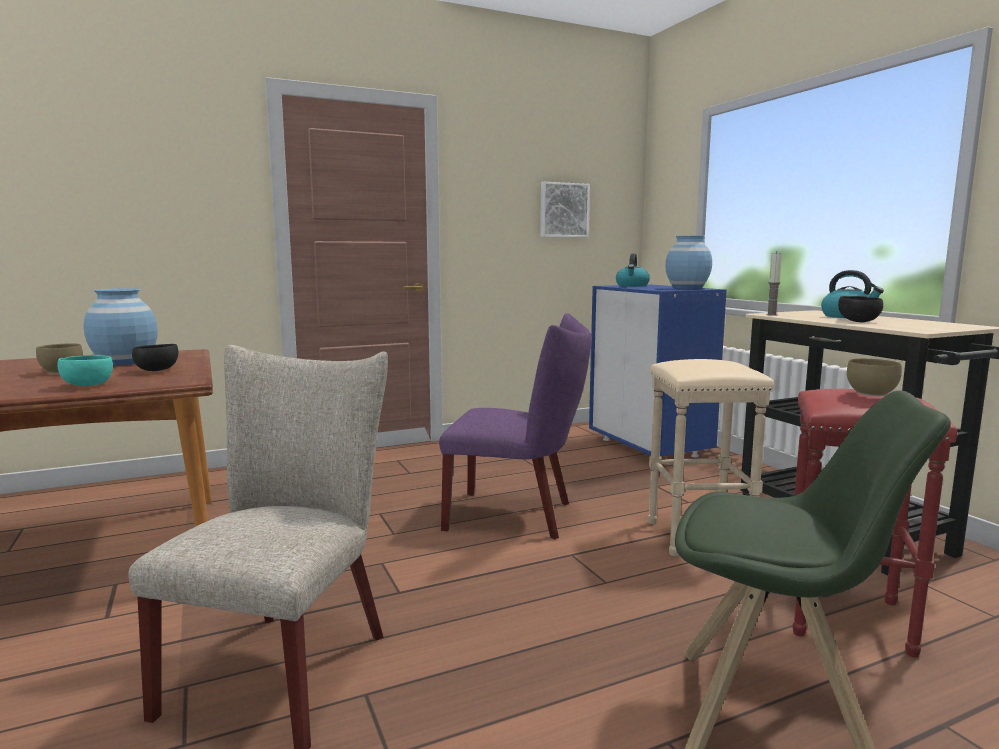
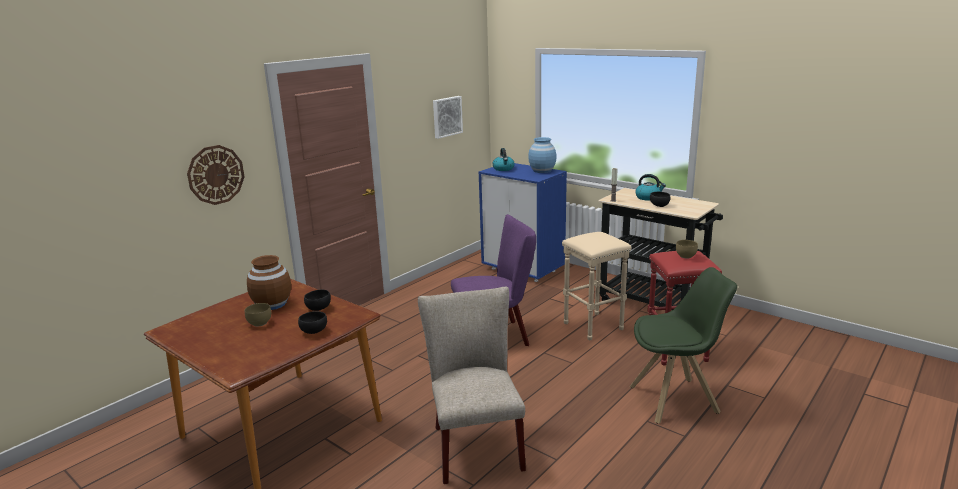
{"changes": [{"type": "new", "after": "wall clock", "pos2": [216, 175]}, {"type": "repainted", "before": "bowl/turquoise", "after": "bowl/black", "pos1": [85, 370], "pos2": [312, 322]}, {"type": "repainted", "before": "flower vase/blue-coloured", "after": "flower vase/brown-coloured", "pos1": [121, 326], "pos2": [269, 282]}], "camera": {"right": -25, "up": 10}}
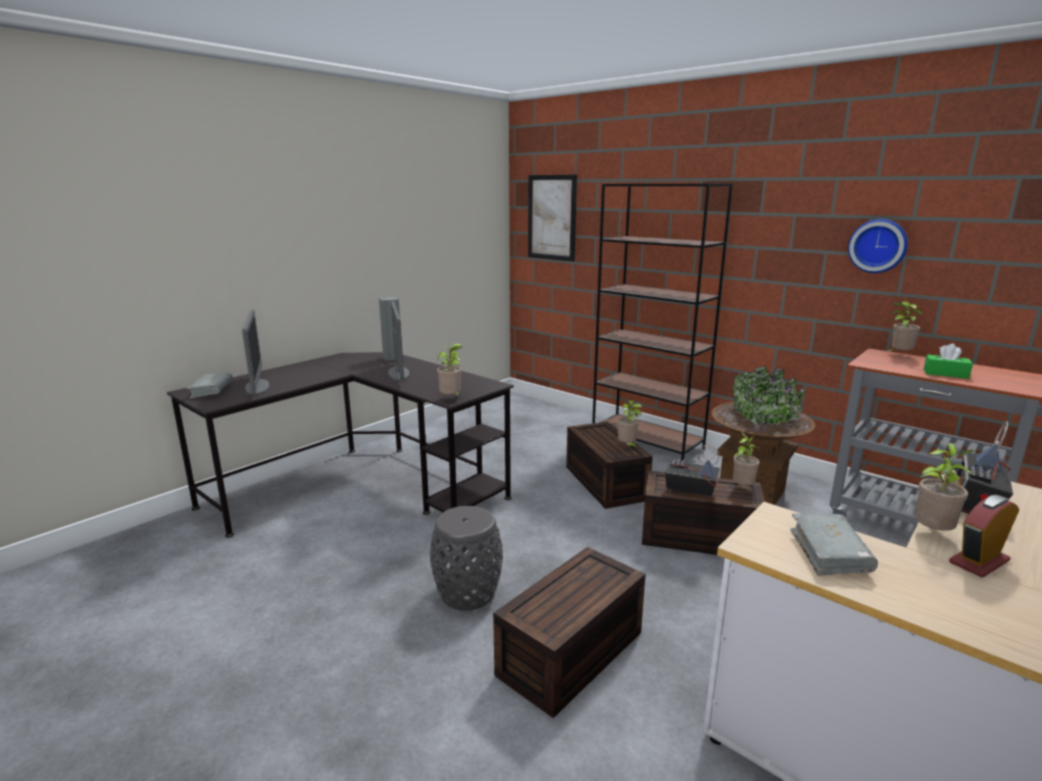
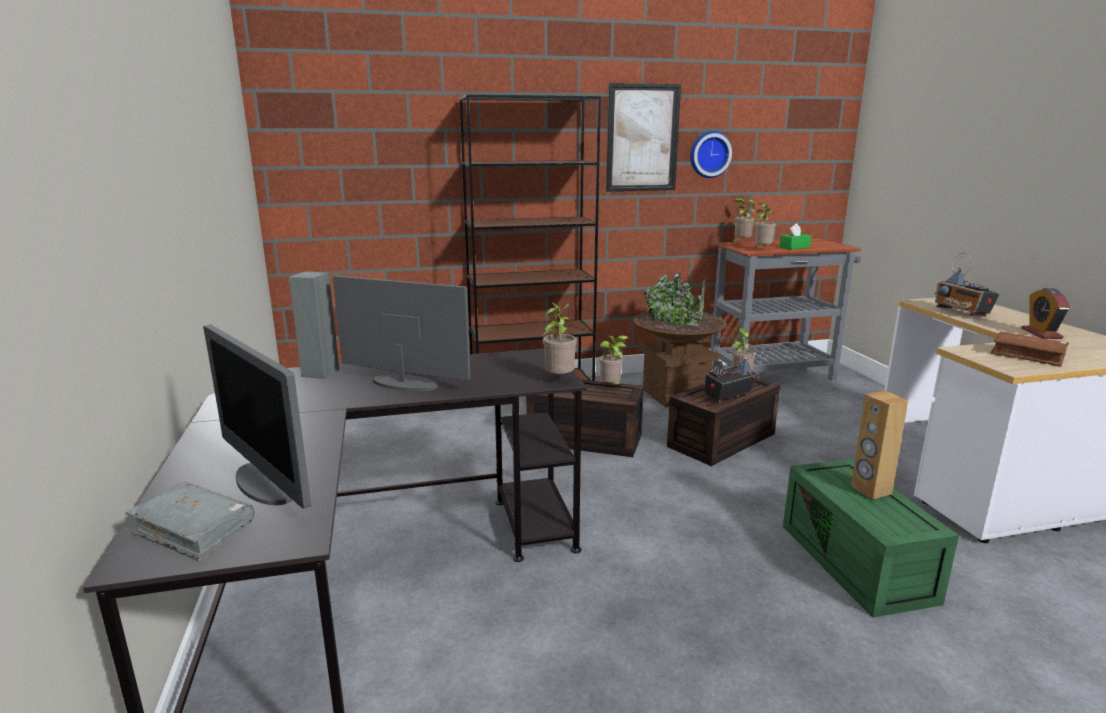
{"changes": [{"type": "gone", "before": "stool seat/greyish", "pos1": [466, 558]}, {"type": "new", "after": "speaker/brown-coloured", "pos2": [879, 445]}, {"type": "shifted", "before": "wall picture", "pos1": [552, 217], "pos2": [643, 137]}, {"type": "shifted", "before": "potted plant", "pos1": [944, 487], "pos2": [765, 225]}, {"type": "repainted", "before": "storage bin/brown-coloured", "after": "storage bin/green-coloured", "pos1": [569, 632], "pos2": [871, 538]}, {"type": "repainted", "before": "bound book/greyish", "after": "bound book/brown-coloured", "pos1": [834, 544], "pos2": [1029, 349]}, {"type": "rotated", "before": "computer screen", "pos1": [256, 352], "pos2": [257, 417], "turn": -150}], "camera": {"right": -55, "up": 0}}
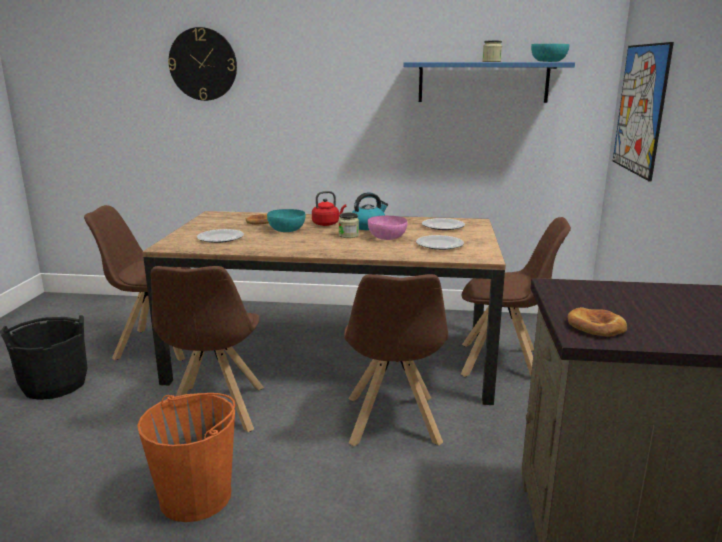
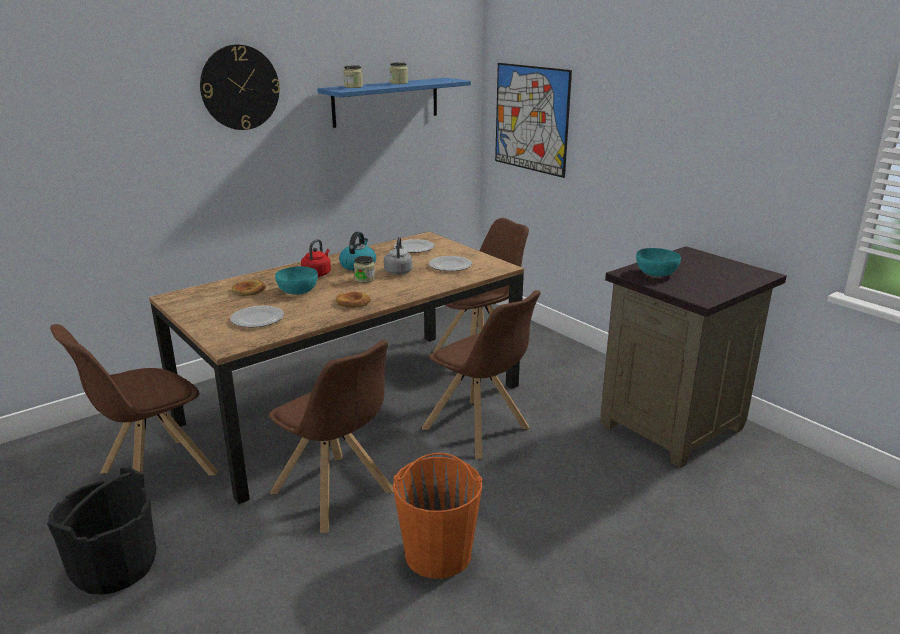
{"changes": [{"type": "new", "after": "preserve jar", "pos2": [353, 76]}, {"type": "shifted", "before": "wall clock", "pos1": [202, 64], "pos2": [240, 87]}, {"type": "shifted", "before": "bowl/turquoise", "pos1": [550, 53], "pos2": [658, 262]}, {"type": "shifted", "before": "baked bread", "pos1": [597, 321], "pos2": [353, 300]}, {"type": "swapped", "before": "bowl/pinkish", "after": "tea kettle/greyish", "pos1": [388, 228], "pos2": [398, 256]}], "camera": {"right": -45, "up": 5}}
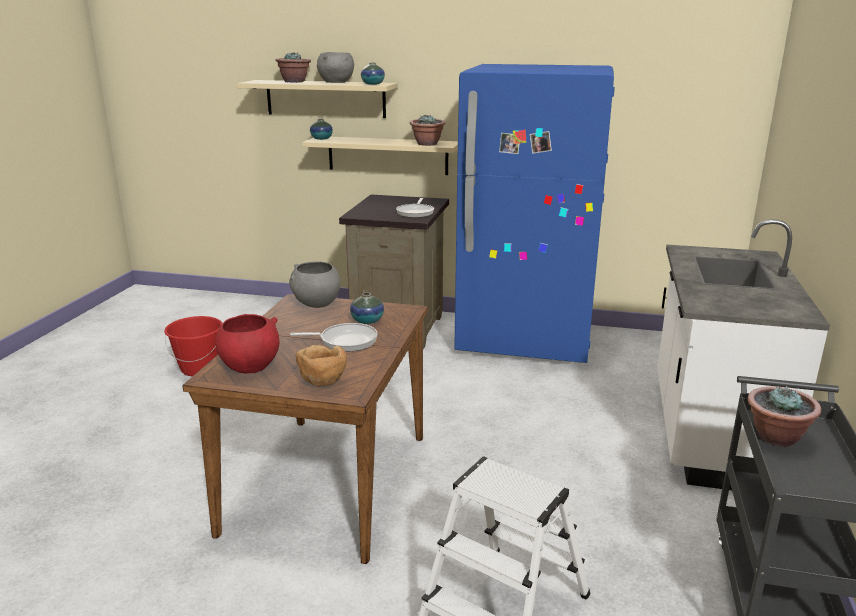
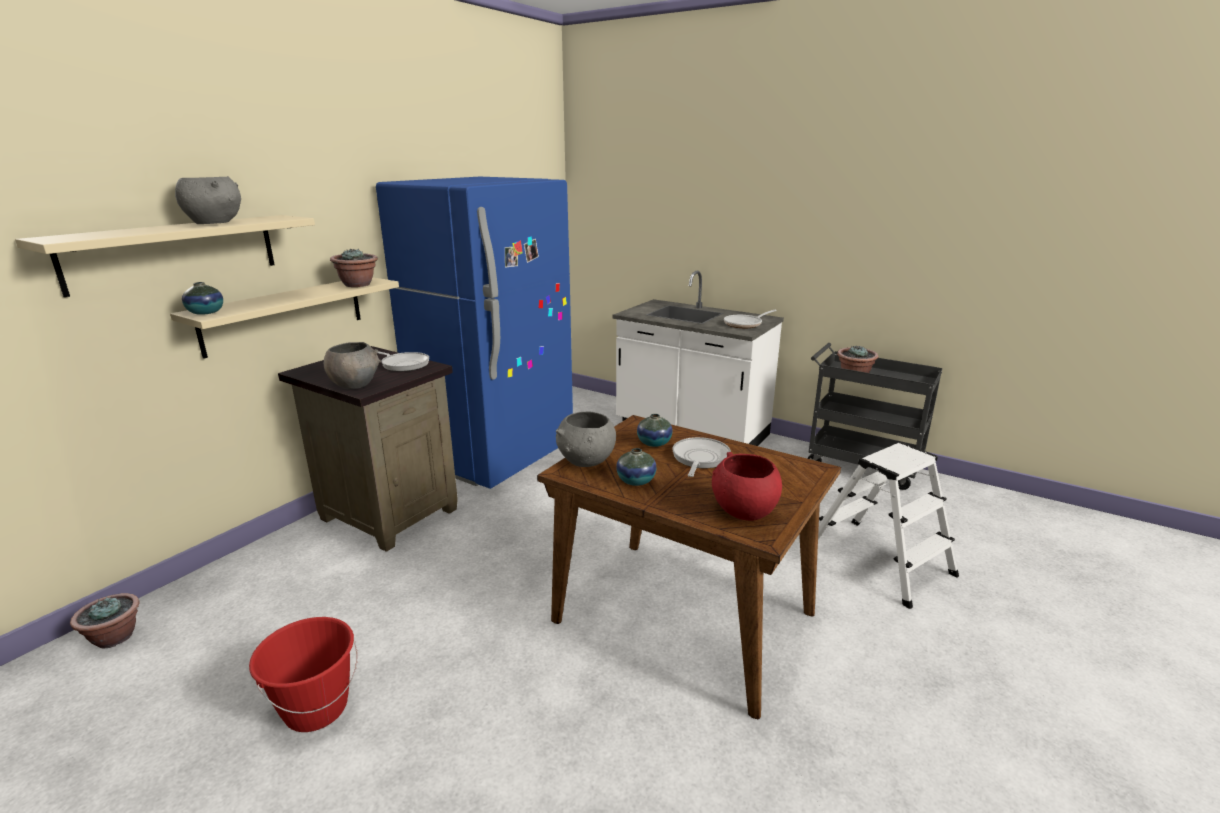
{"changes": [{"type": "gone", "before": "bowl/brown-coloured", "pos1": [321, 366]}, {"type": "new", "after": "bowl/greyish", "pos2": [352, 365]}, {"type": "new", "after": "skillet", "pos2": [750, 318]}, {"type": "shifted", "before": "potted plant", "pos1": [293, 67], "pos2": [105, 620]}, {"type": "shifted", "before": "flower vase", "pos1": [373, 74], "pos2": [636, 467]}], "camera": {"right": -70, "up": 0}}
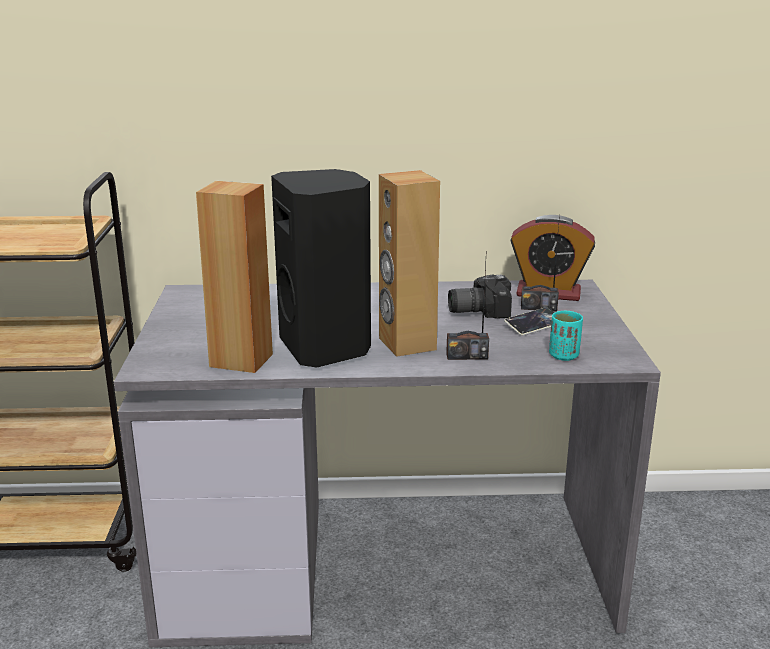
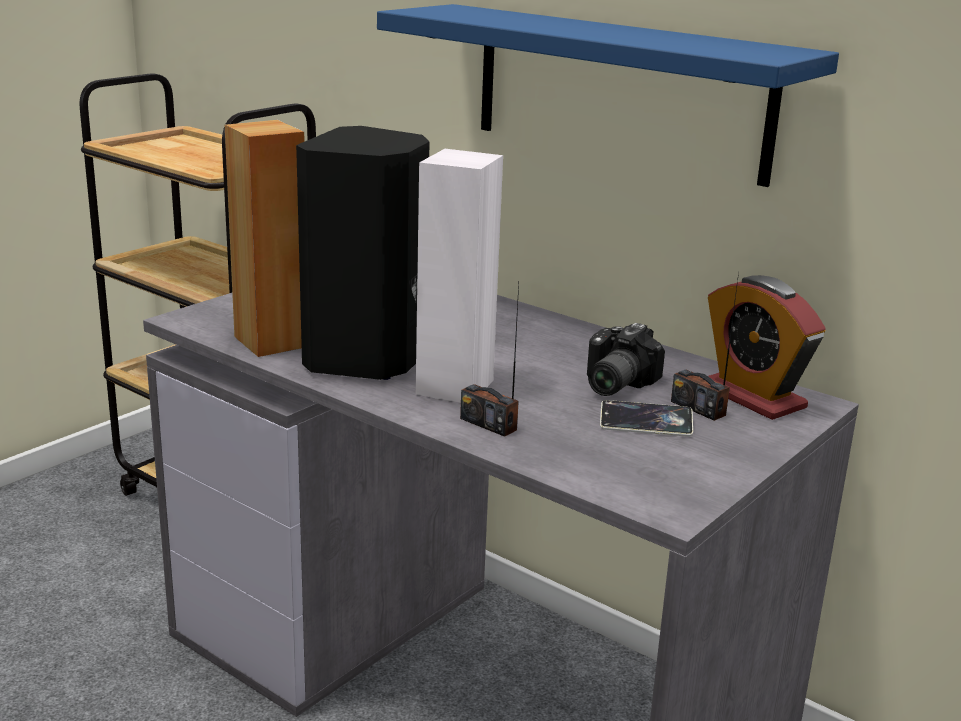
{"changes": [{"type": "gone", "before": "drinking cup/turquoise", "pos1": [566, 335]}, {"type": "new", "after": "shelf/blue-coloured", "pos2": [608, 95]}, {"type": "repainted", "before": "speaker/brown-coloured", "after": "speaker/white", "pos1": [409, 263], "pos2": [459, 276]}, {"type": "rotated", "before": "photo camera", "pos1": [480, 296], "pos2": [626, 359], "turn": -90}], "camera": {"right": 40, "up": 0}}
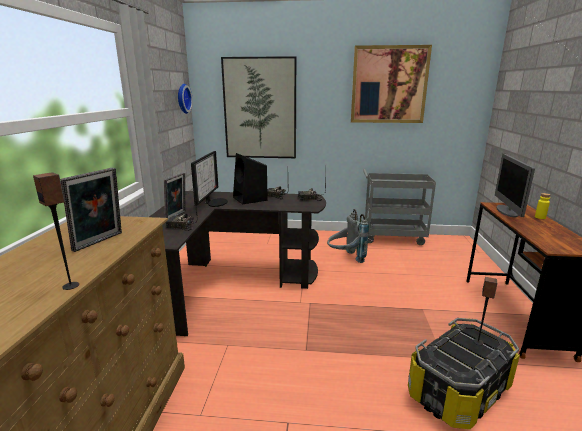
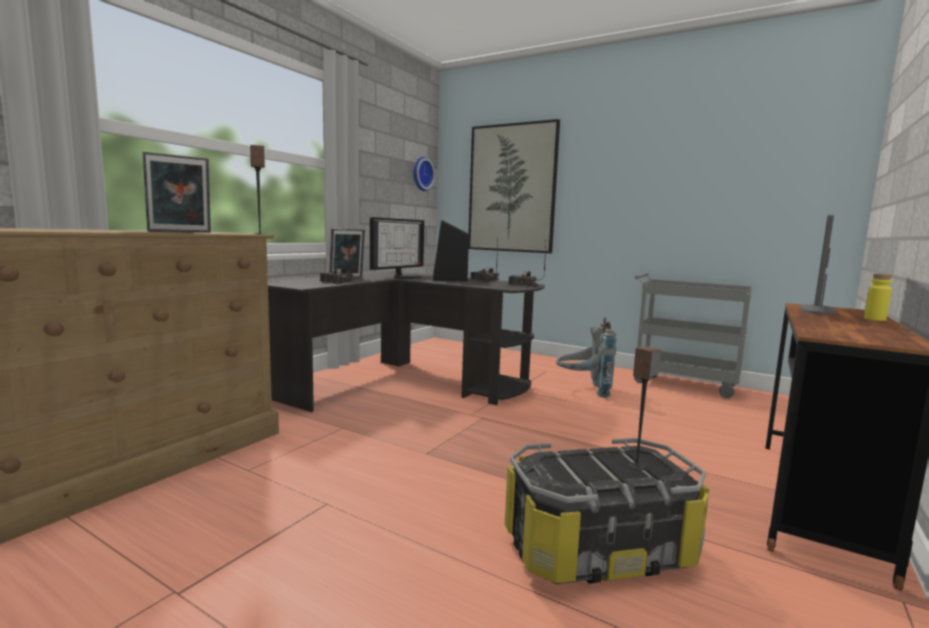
{"changes": [{"type": "gone", "before": "wall picture", "pos1": [391, 84]}, {"type": "shifted", "before": "speaker", "pos1": [56, 231], "pos2": [257, 189]}], "camera": {"right": 25, "up": -10}}
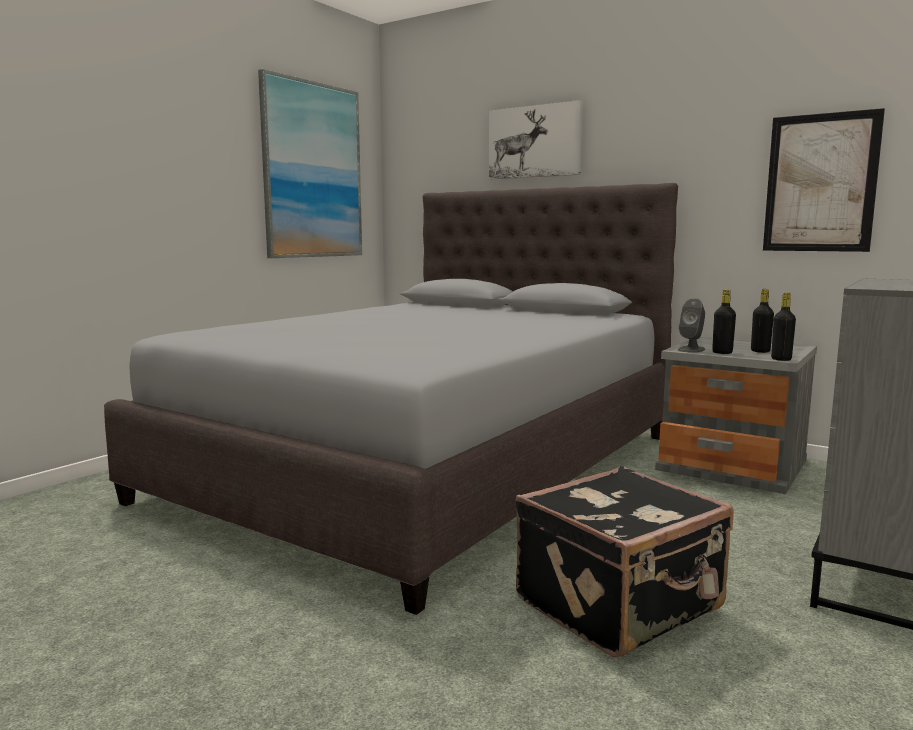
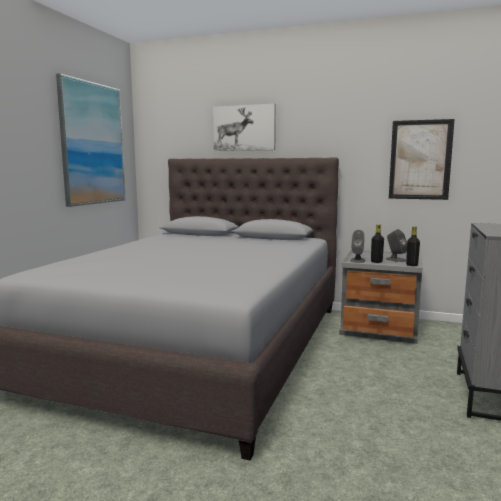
{"changes": [{"type": "gone", "before": "travel case/black", "pos1": [625, 561]}, {"type": "swapped", "before": "beverage bottle/black", "after": "speaker/greyish", "pos1": [762, 321], "pos2": [396, 245]}], "camera": {"right": -15, "up": 0}}
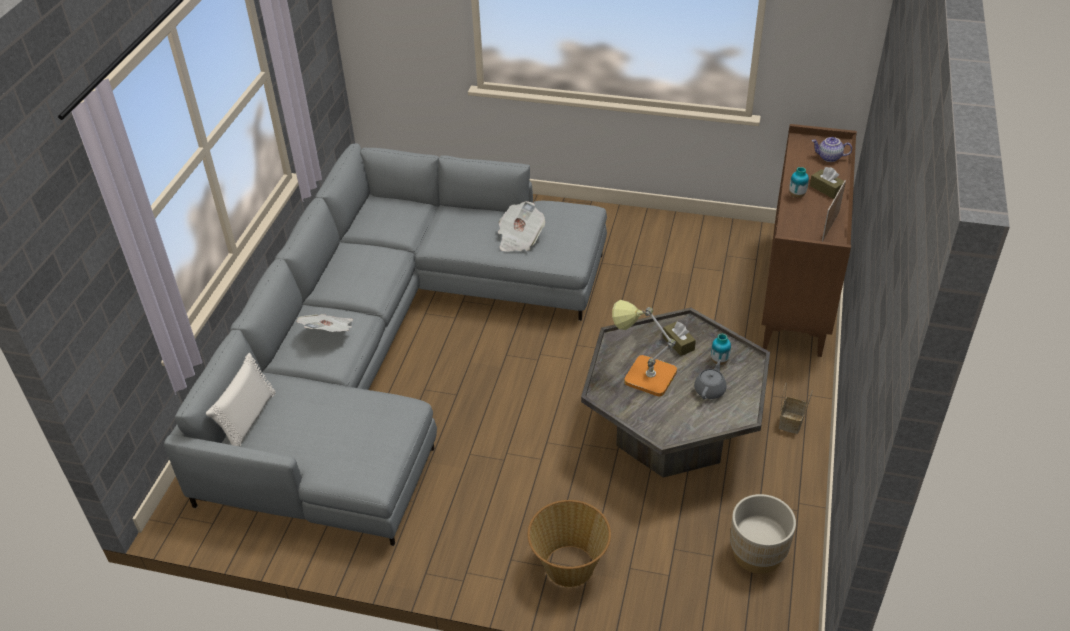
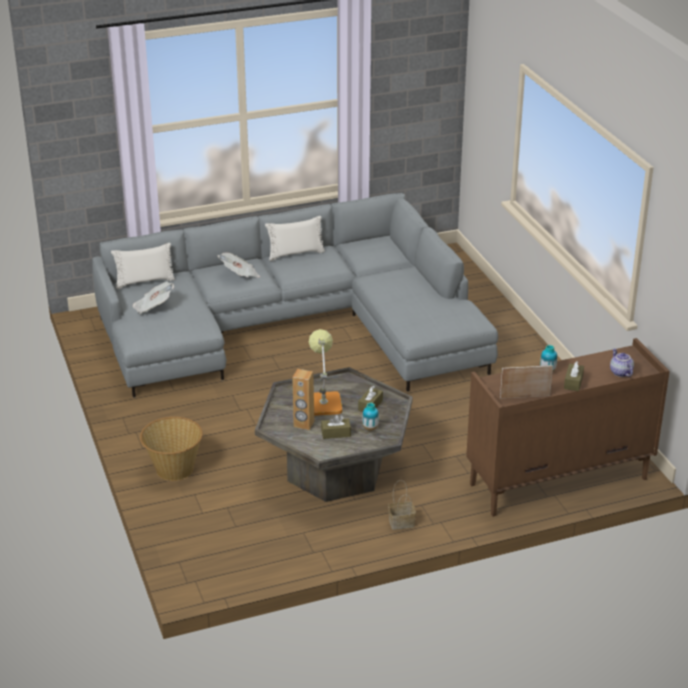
{"changes": [{"type": "gone", "before": "planter/beige", "pos1": [763, 534]}, {"type": "new", "after": "cushion/white", "pos2": [295, 238]}, {"type": "new", "after": "speaker/brown-coloured", "pos2": [303, 399]}, {"type": "shifted", "before": "newspaper", "pos1": [521, 226], "pos2": [153, 298]}, {"type": "swapped", "before": "tea pot/greyish", "after": "box of tissues/brown-coloured", "pos1": [710, 379], "pos2": [336, 427]}], "camera": {"right": 55, "up": -10}}
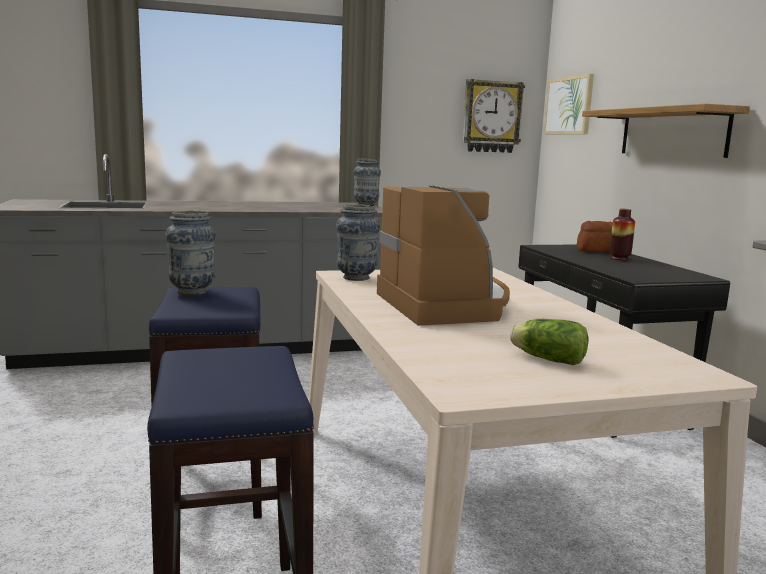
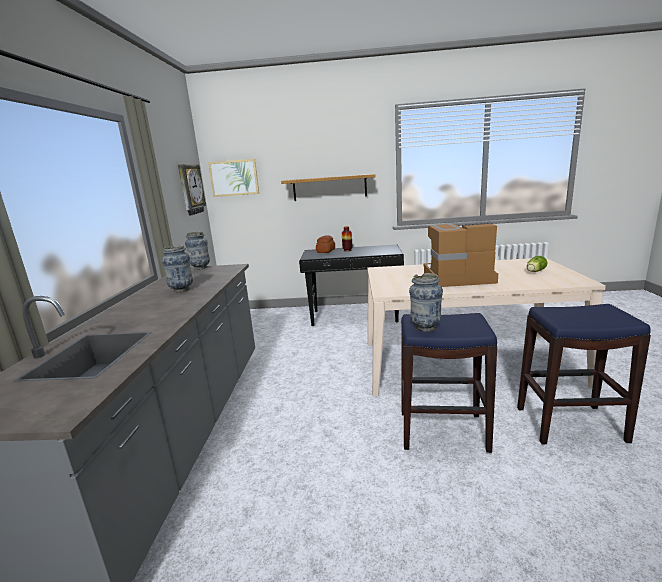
{"changes": [{"type": "shifted", "before": "flower vase", "pos1": [358, 242], "pos2": [177, 268]}], "camera": {"right": -70, "up": 5}}
